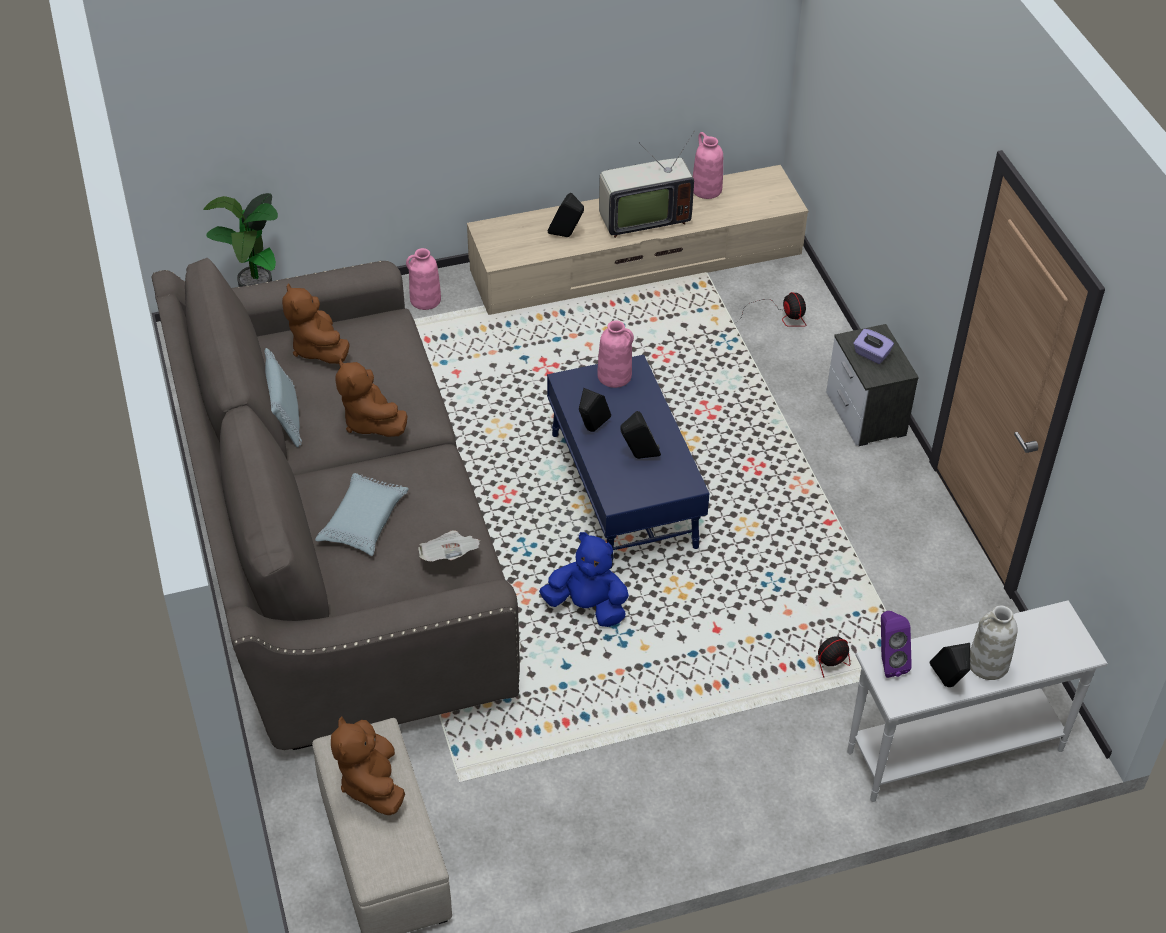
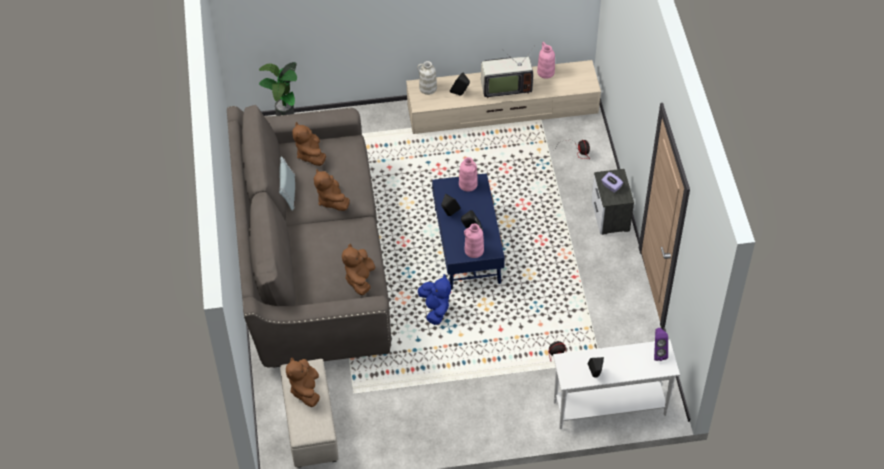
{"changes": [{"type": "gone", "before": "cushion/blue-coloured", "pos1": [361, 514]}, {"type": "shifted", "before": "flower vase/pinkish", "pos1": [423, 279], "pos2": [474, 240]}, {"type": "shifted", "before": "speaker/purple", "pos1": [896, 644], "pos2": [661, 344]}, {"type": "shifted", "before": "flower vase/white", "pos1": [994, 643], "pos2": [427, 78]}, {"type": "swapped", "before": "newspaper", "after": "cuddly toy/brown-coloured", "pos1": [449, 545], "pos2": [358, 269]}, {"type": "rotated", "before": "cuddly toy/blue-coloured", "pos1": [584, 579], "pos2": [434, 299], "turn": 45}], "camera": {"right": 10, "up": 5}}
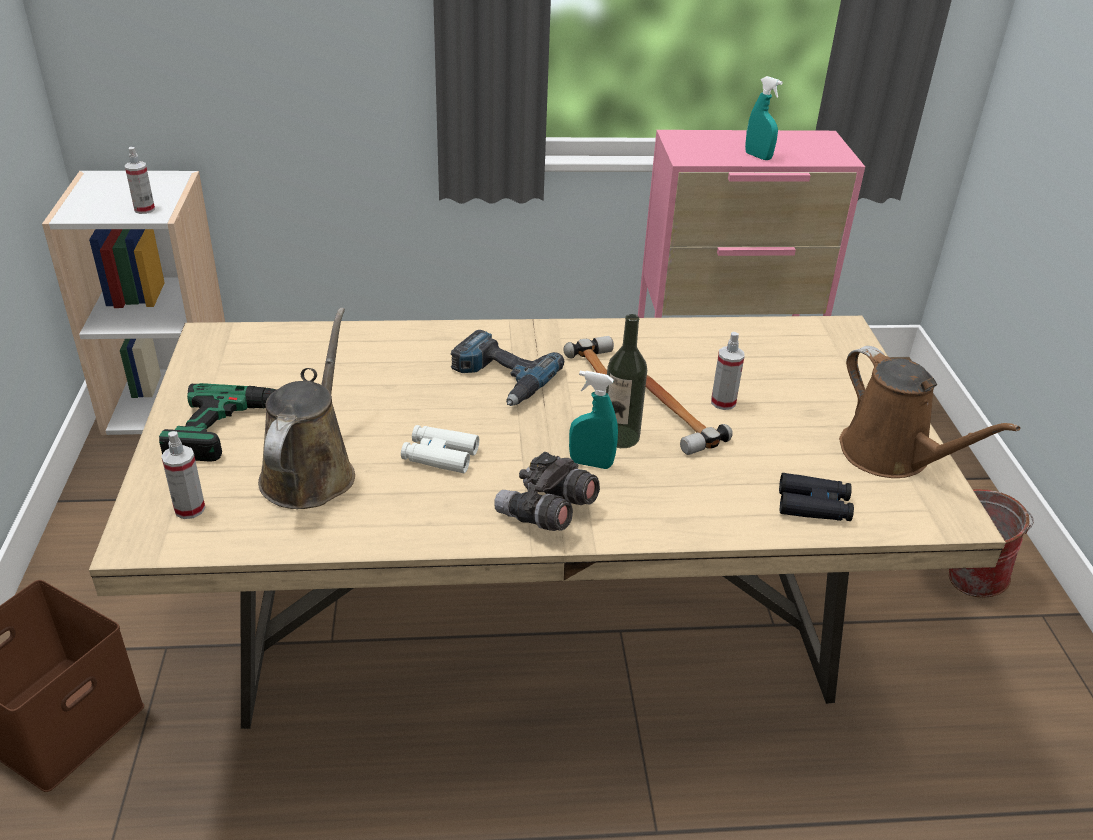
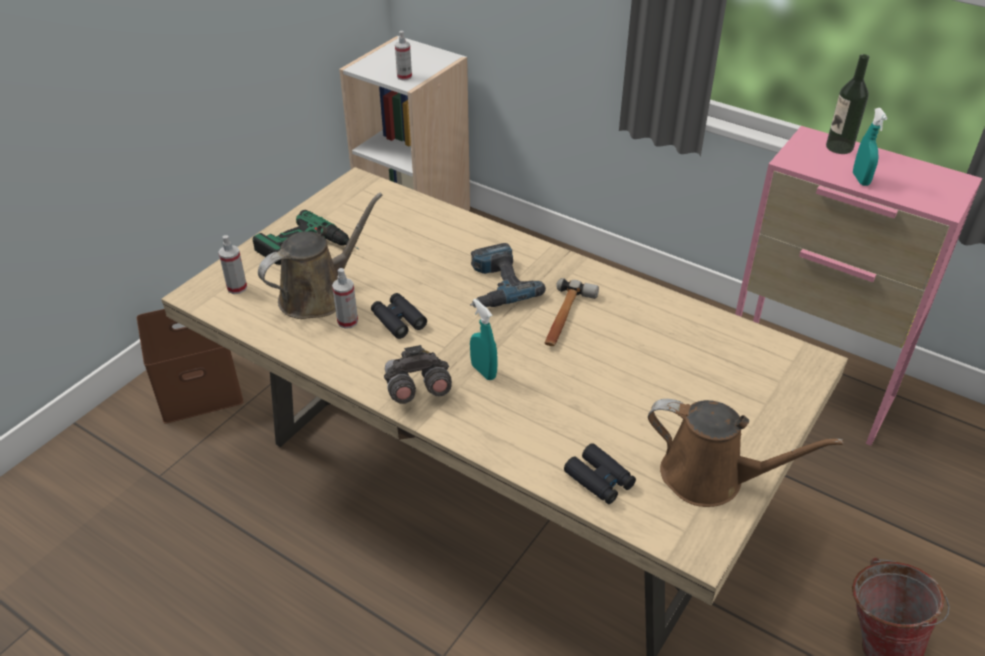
{"changes": [{"type": "gone", "before": "hand hammer", "pos1": [689, 415]}, {"type": "shifted", "before": "beverage bottle", "pos1": [626, 381], "pos2": [847, 104]}, {"type": "shifted", "before": "spray bottle", "pos1": [728, 371], "pos2": [345, 298]}, {"type": "repainted", "before": "pair of binoculars/white", "after": "pair of binoculars/black", "pos1": [440, 449], "pos2": [399, 316]}, {"type": "rotated", "before": "watering can/brown-coloured", "pos1": [929, 412], "pos2": [746, 453], "turn": -75}], "camera": {"right": 40, "up": 5}}
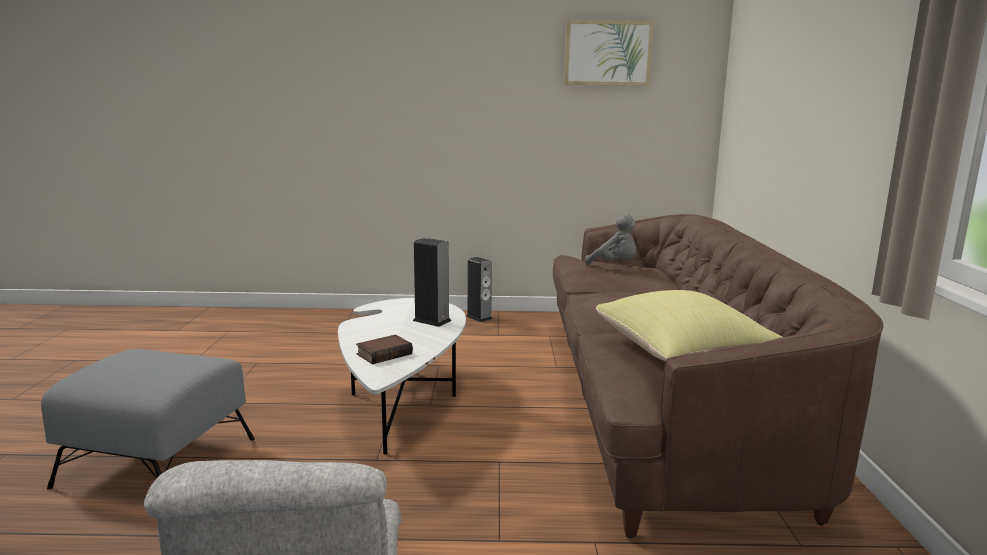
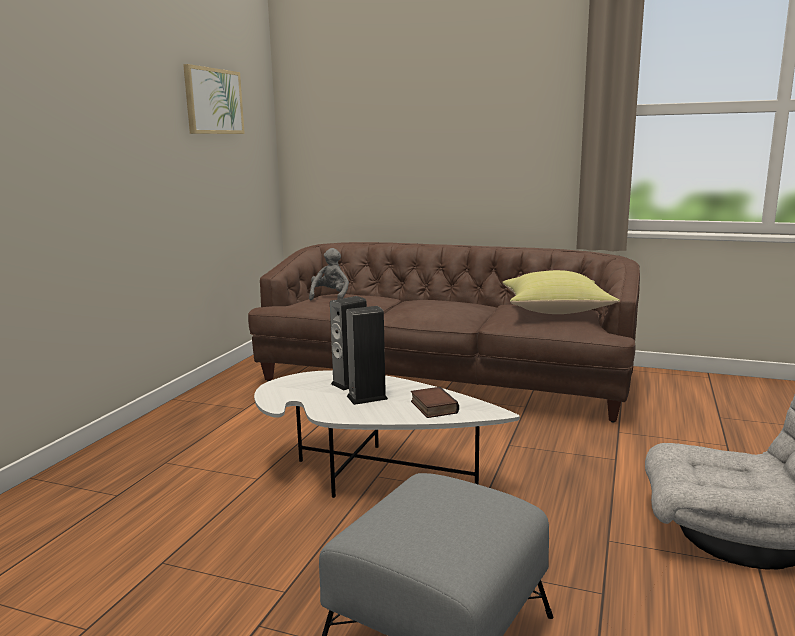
{"changes": [{"type": "shifted", "before": "speaker", "pos1": [479, 289], "pos2": [367, 355]}, {"type": "rotated", "before": "cuddly toy/greyish", "pos1": [610, 239], "pos2": [329, 274], "turn": -45}], "camera": {"right": -70, "up": 0}}
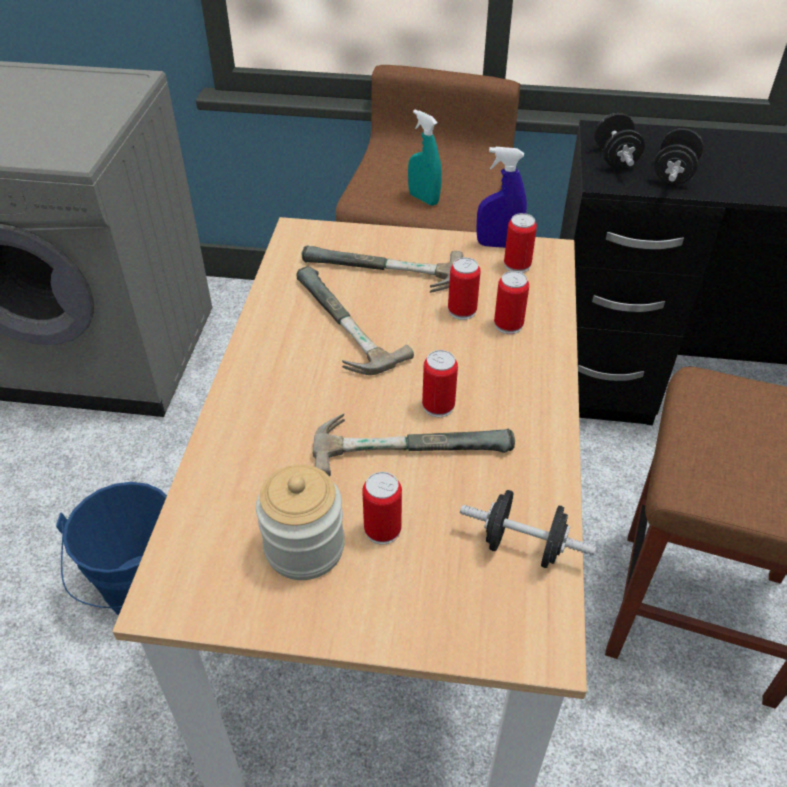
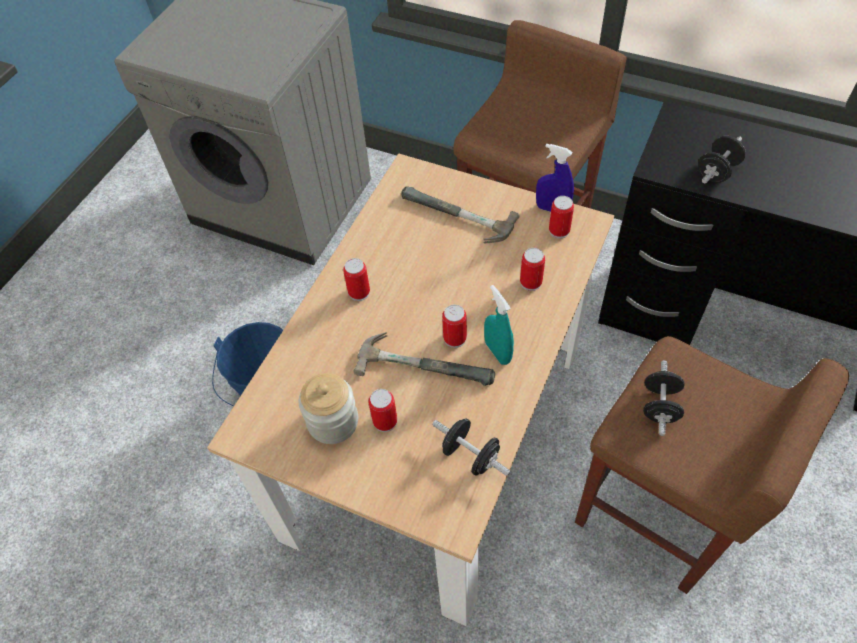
{"changes": [{"type": "gone", "before": "hand hammer", "pos1": [355, 320]}, {"type": "shifted", "before": "spray bottle/turquoise", "pos1": [425, 158], "pos2": [499, 325]}, {"type": "shifted", "before": "sealed can", "pos1": [464, 288], "pos2": [356, 279]}, {"type": "shifted", "before": "free weight/black", "pos1": [619, 140], "pos2": [664, 398]}], "camera": {"right": 20, "up": 10}}
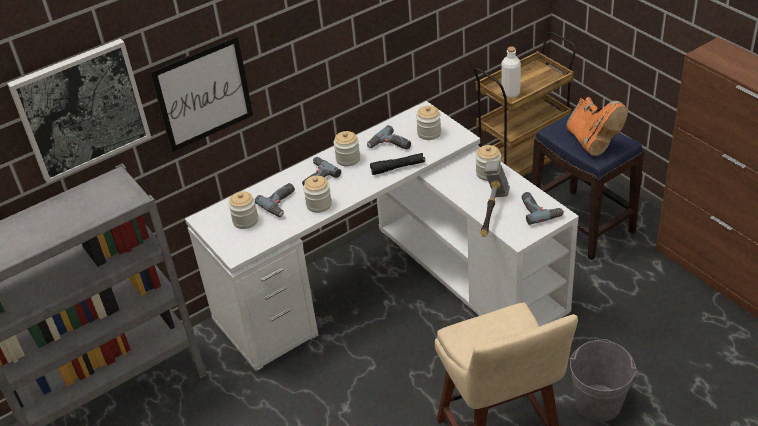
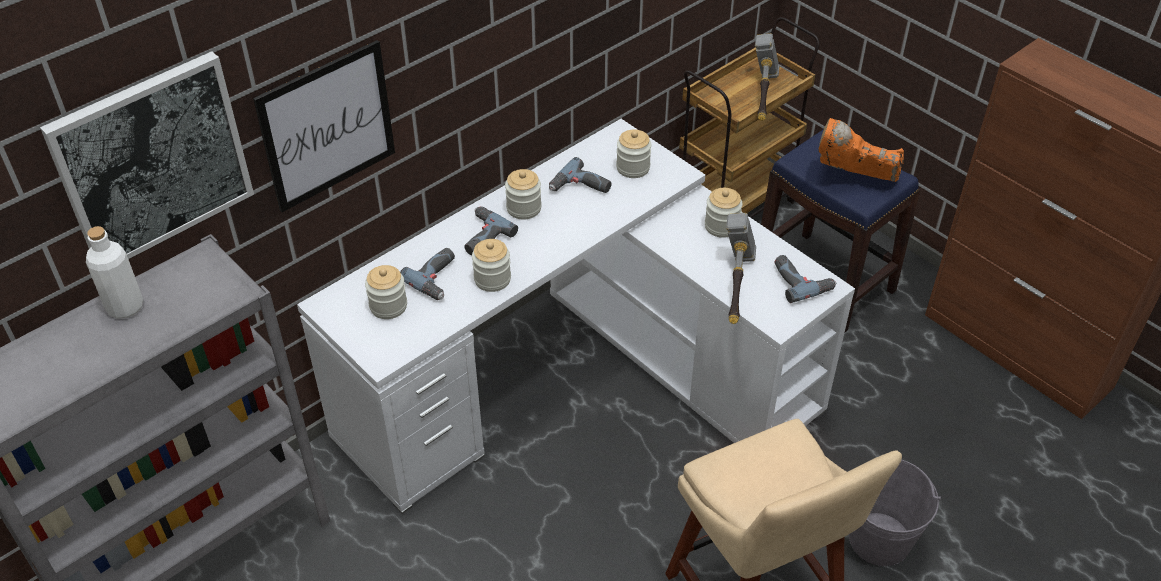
{"changes": [{"type": "gone", "before": "flashlight/black", "pos1": [397, 164]}, {"type": "new", "after": "hand hammer", "pos2": [767, 77]}, {"type": "shifted", "before": "beverage bottle/white", "pos1": [511, 72], "pos2": [114, 272]}, {"type": "rotated", "before": "boot/orange-coloured", "pos1": [597, 126], "pos2": [861, 150], "turn": 135}], "camera": {"right": -10, "up": 5}}
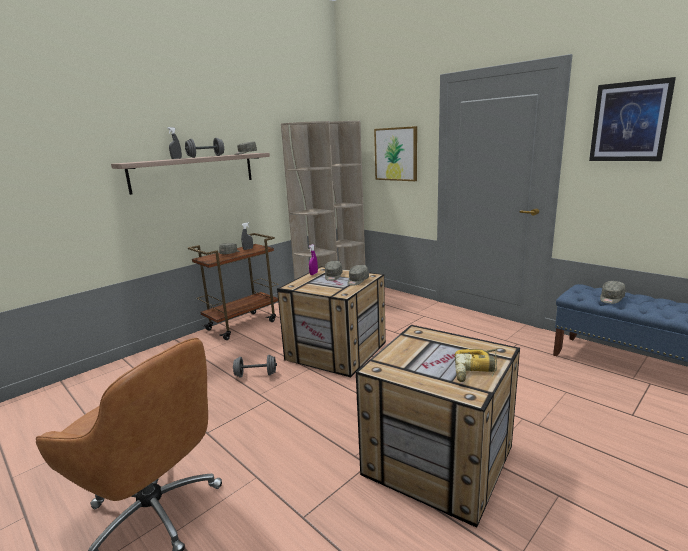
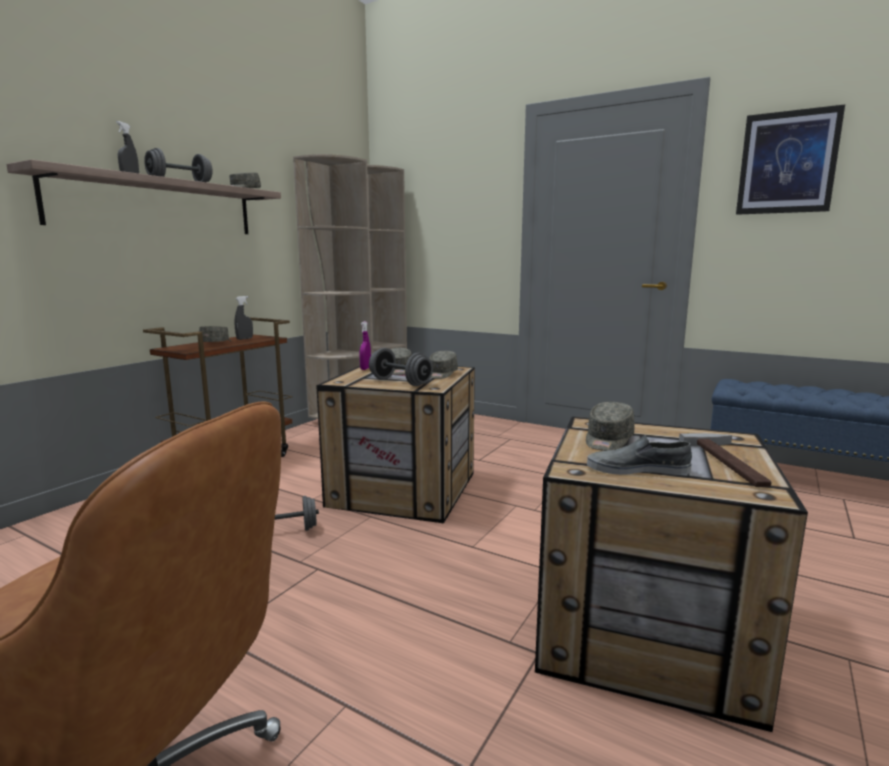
{"changes": [{"type": "gone", "before": "wall picture", "pos1": [395, 153]}, {"type": "new", "after": "free weight/greyish", "pos2": [401, 367]}, {"type": "new", "after": "shoe/greyish", "pos2": [639, 455]}, {"type": "shifted", "before": "cap/greyish", "pos1": [612, 292], "pos2": [610, 426]}, {"type": "swapped", "before": "drill", "after": "hand hammer", "pos1": [476, 365], "pos2": [725, 460]}], "camera": {"right": -15, "up": -5}}
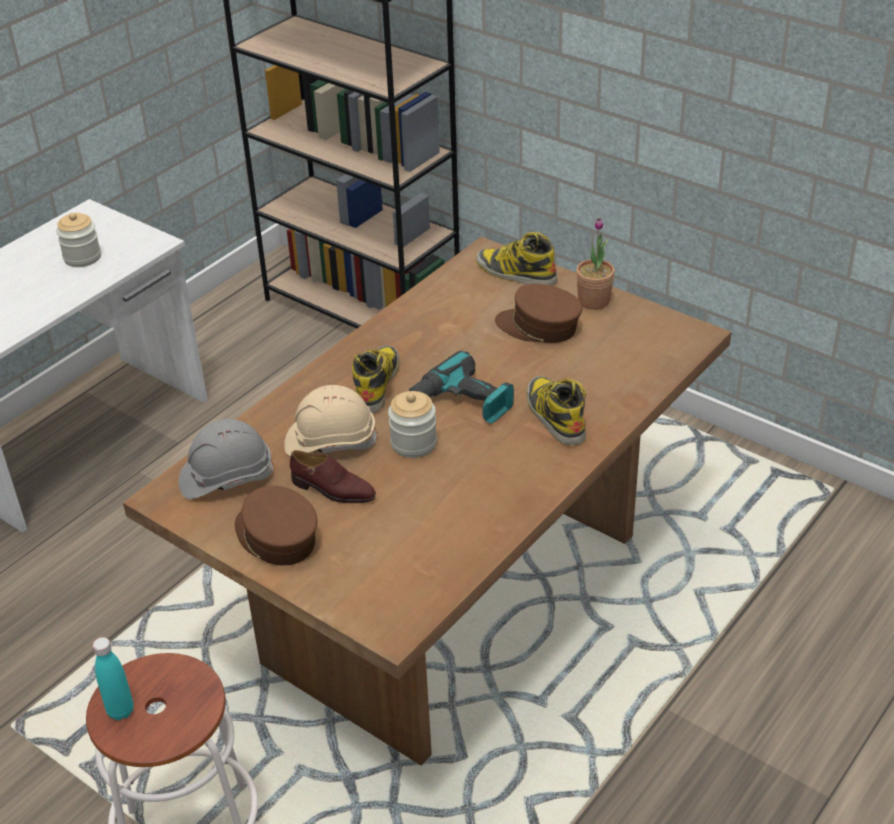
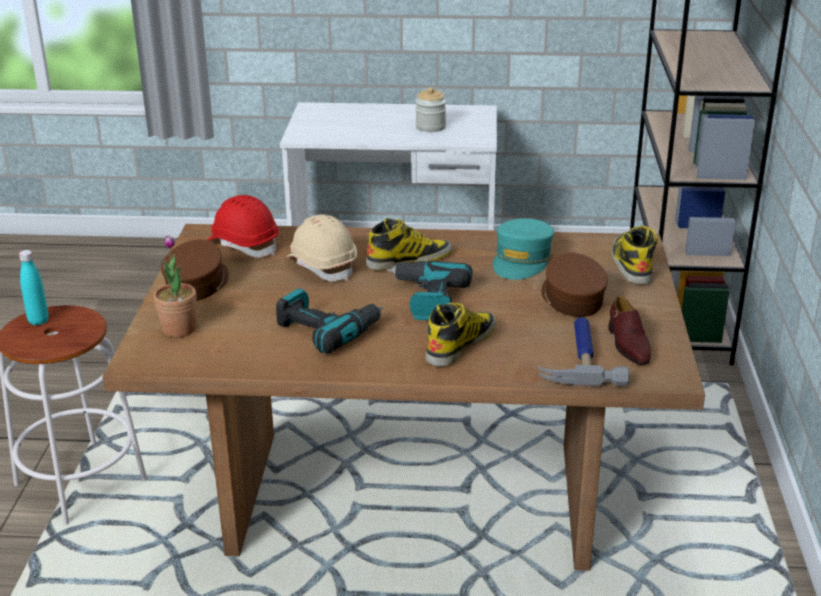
{"changes": [{"type": "gone", "before": "preserve jar", "pos1": [412, 424]}, {"type": "new", "after": "drill", "pos2": [329, 321]}, {"type": "new", "after": "cap/turquoise", "pos2": [523, 249]}, {"type": "new", "after": "hand hammer", "pos2": [583, 351]}, {"type": "shifted", "before": "shoe/brown-coloured", "pos1": [333, 476], "pos2": [629, 330]}, {"type": "shifted", "before": "potted plant", "pos1": [595, 264], "pos2": [175, 286]}, {"type": "repainted", "before": "safety helmet/greyish", "after": "safety helmet/red", "pos1": [225, 459], "pos2": [243, 226]}], "camera": {"right": 55, "up": -10}}
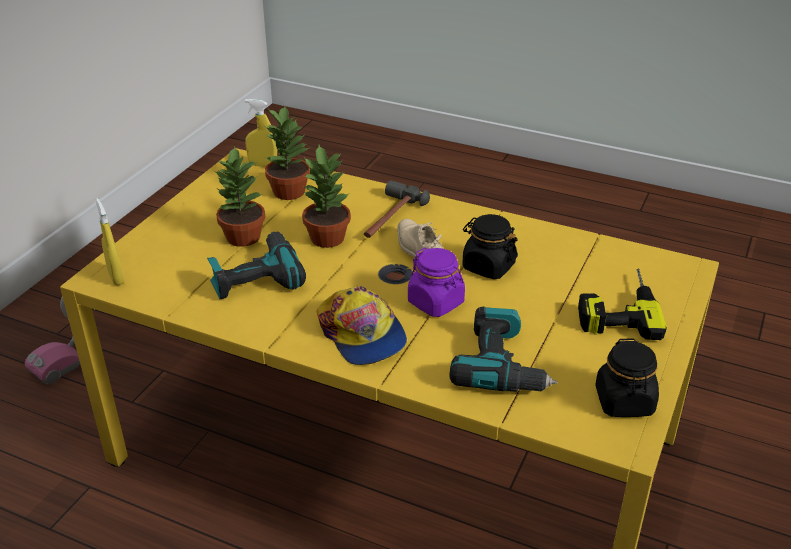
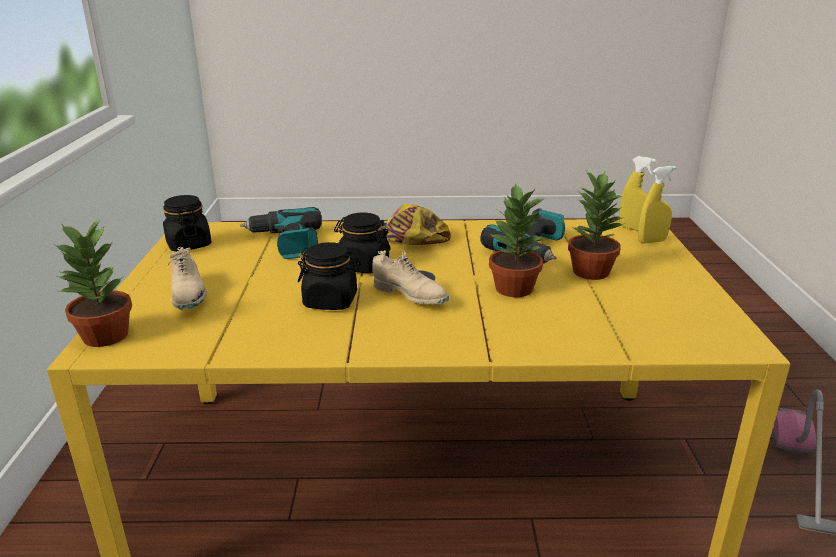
{"changes": [{"type": "gone", "before": "hand hammer", "pos1": [397, 209]}, {"type": "shifted", "before": "spray bottle/yellow-coloured", "pos1": [261, 133], "pos2": [657, 205]}, {"type": "shifted", "before": "potted plant", "pos1": [287, 153], "pos2": [93, 282]}, {"type": "swapped", "before": "drill", "after": "shoe/beige", "pos1": [622, 304], "pos2": [187, 278]}, {"type": "repainted", "before": "preserve jar/purple", "after": "preserve jar/black", "pos1": [436, 282], "pos2": [362, 242]}], "camera": {"right": 155, "up": -10}}
